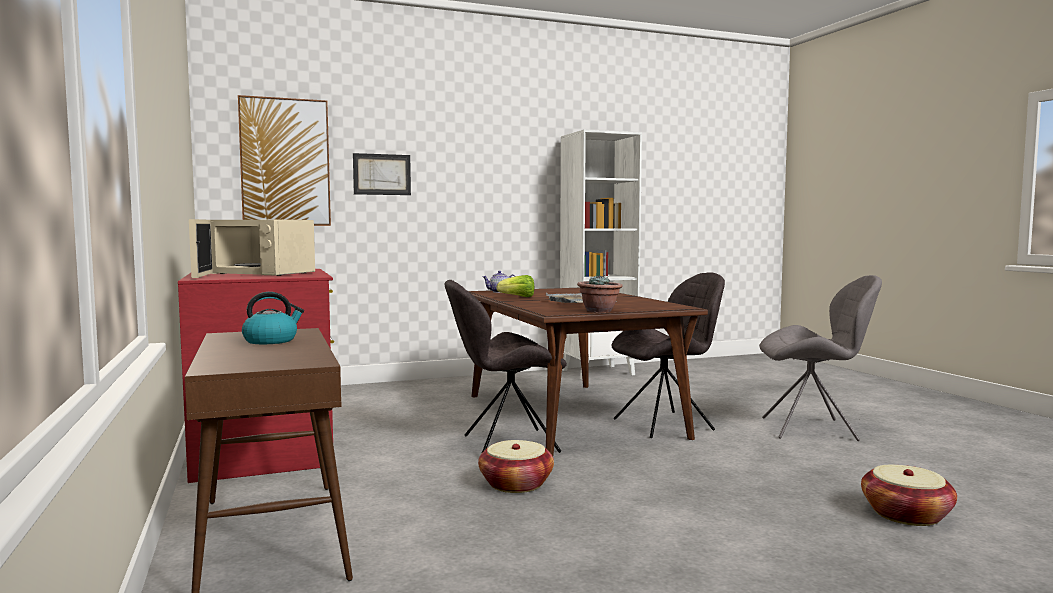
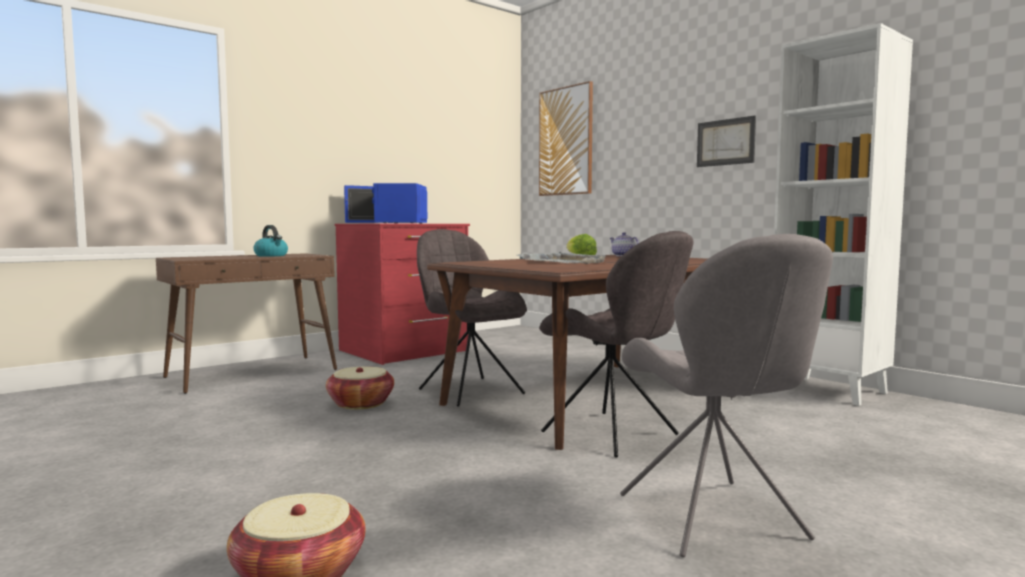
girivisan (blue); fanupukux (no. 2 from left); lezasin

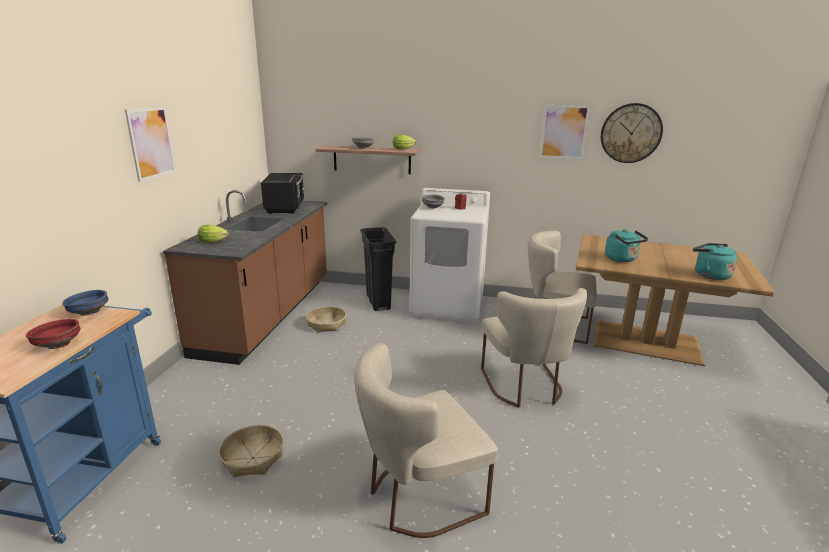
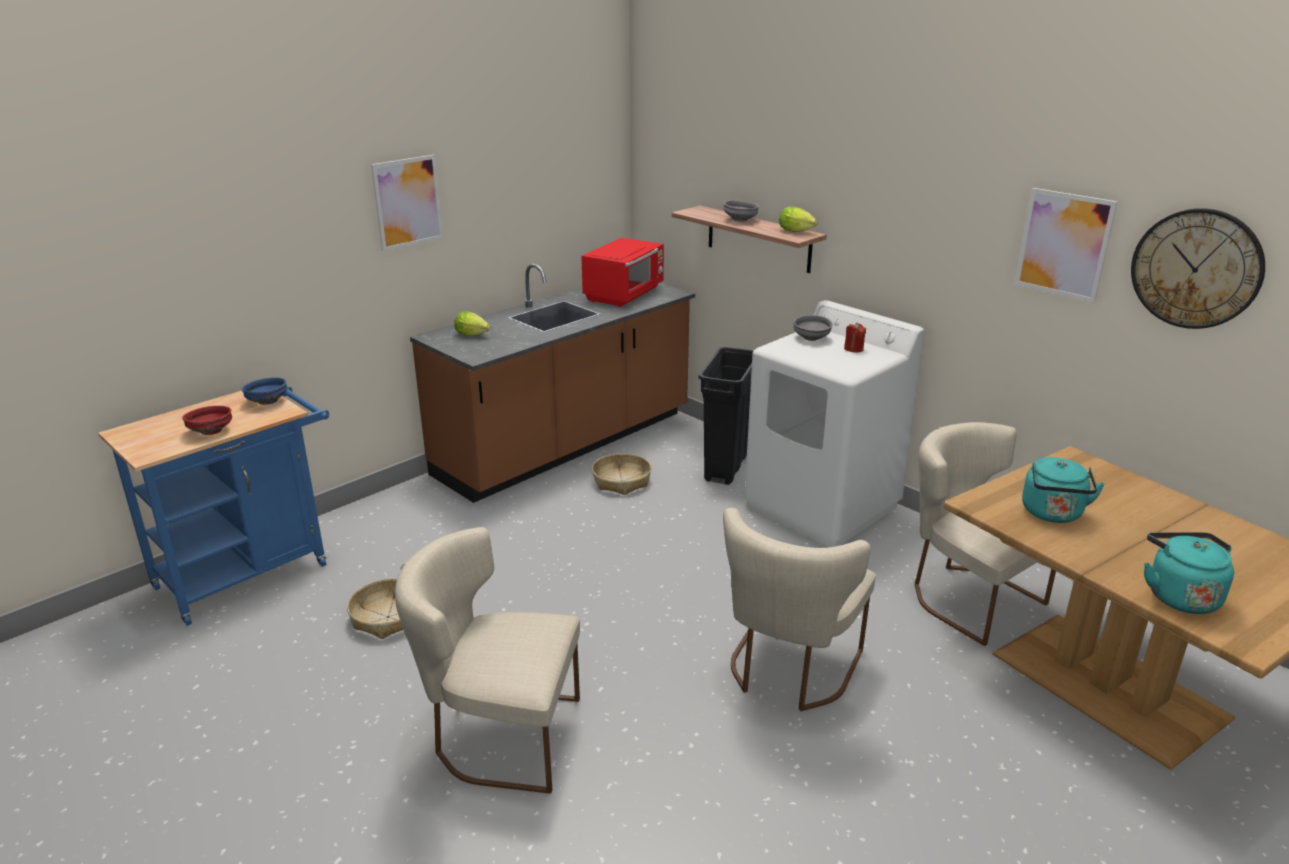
girivisan (red)

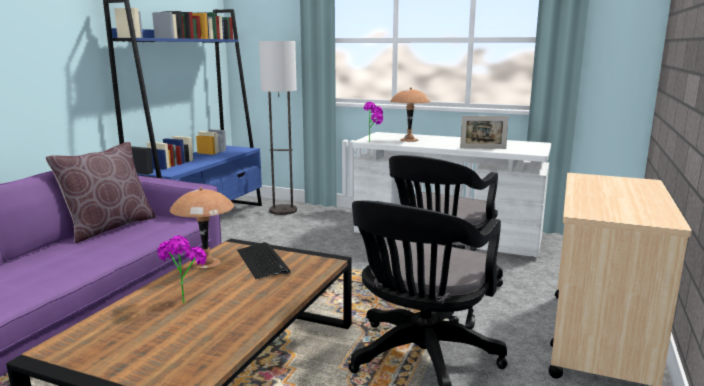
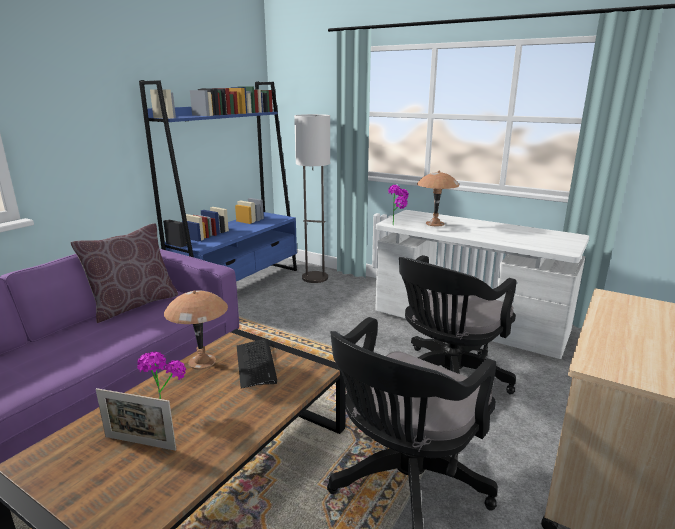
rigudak

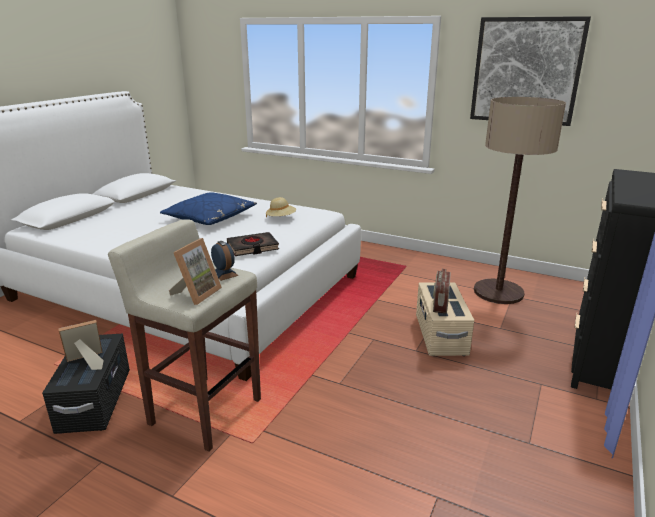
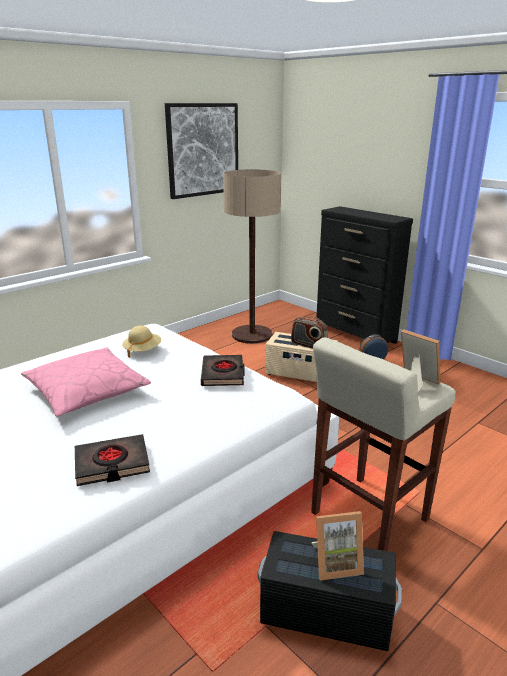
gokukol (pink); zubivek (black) (no. 1 from left); rigudak (no. 1 from left)

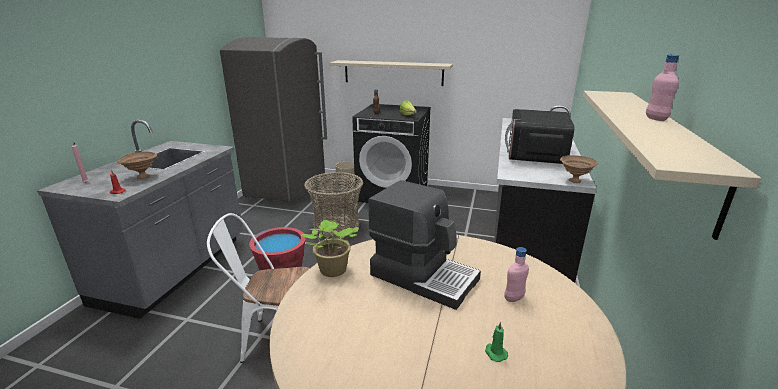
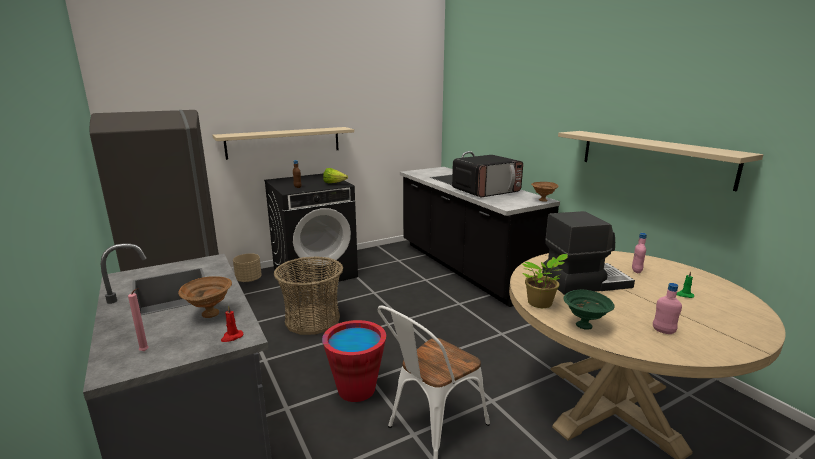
girivisan; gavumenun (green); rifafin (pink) (no. 2 from left)

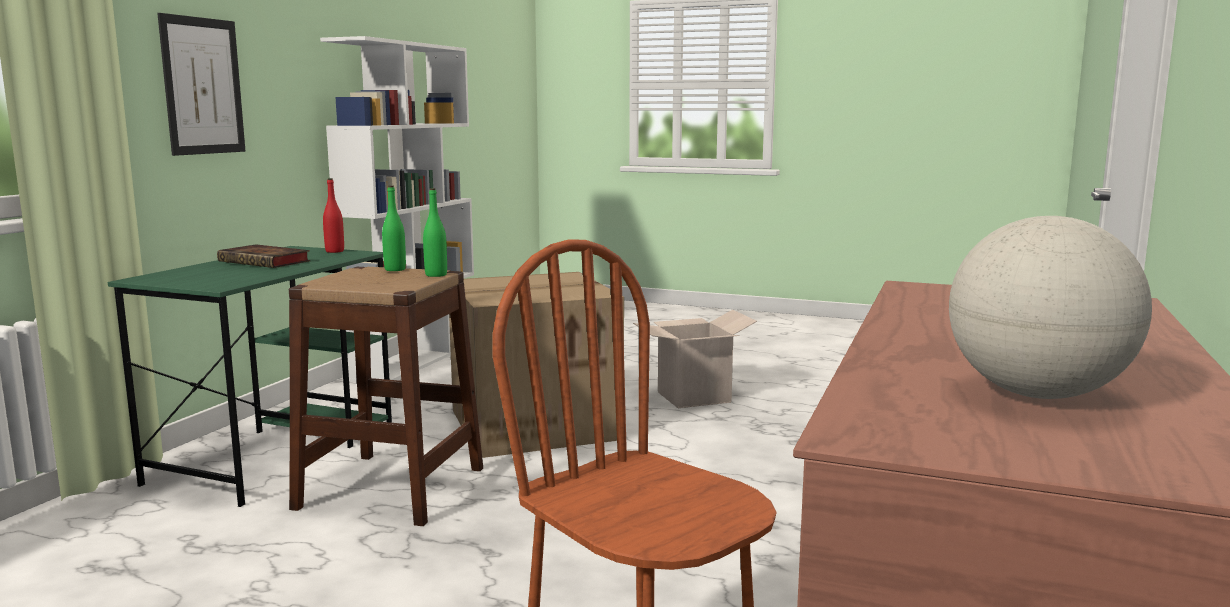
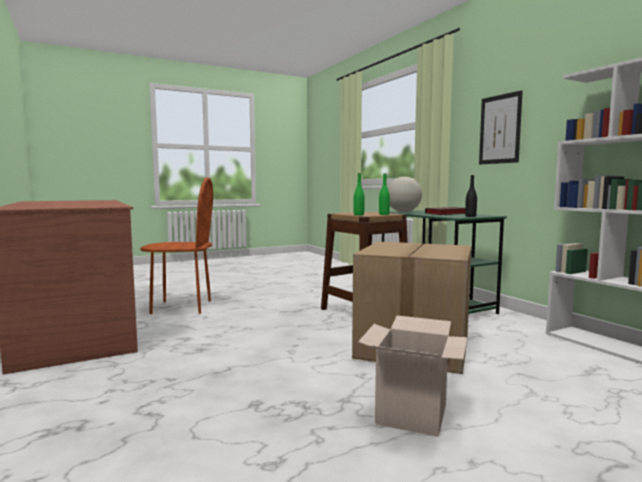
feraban; rifafin (black)

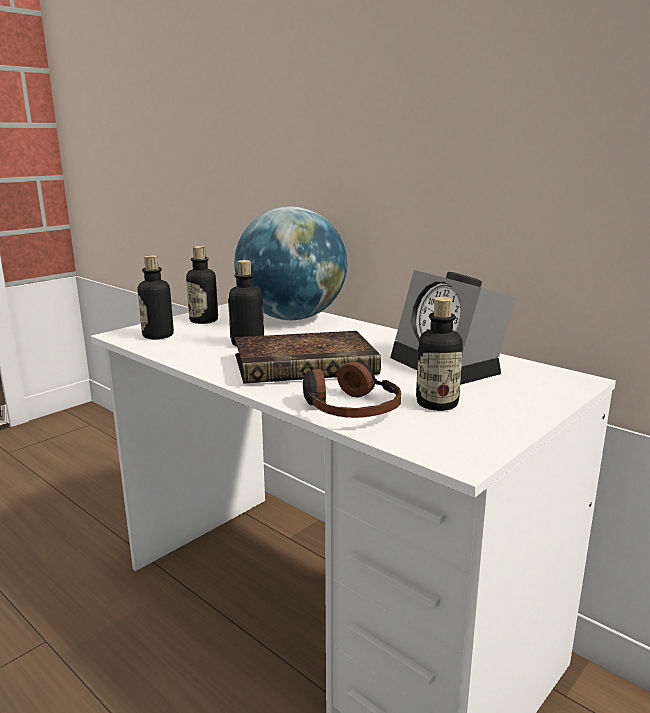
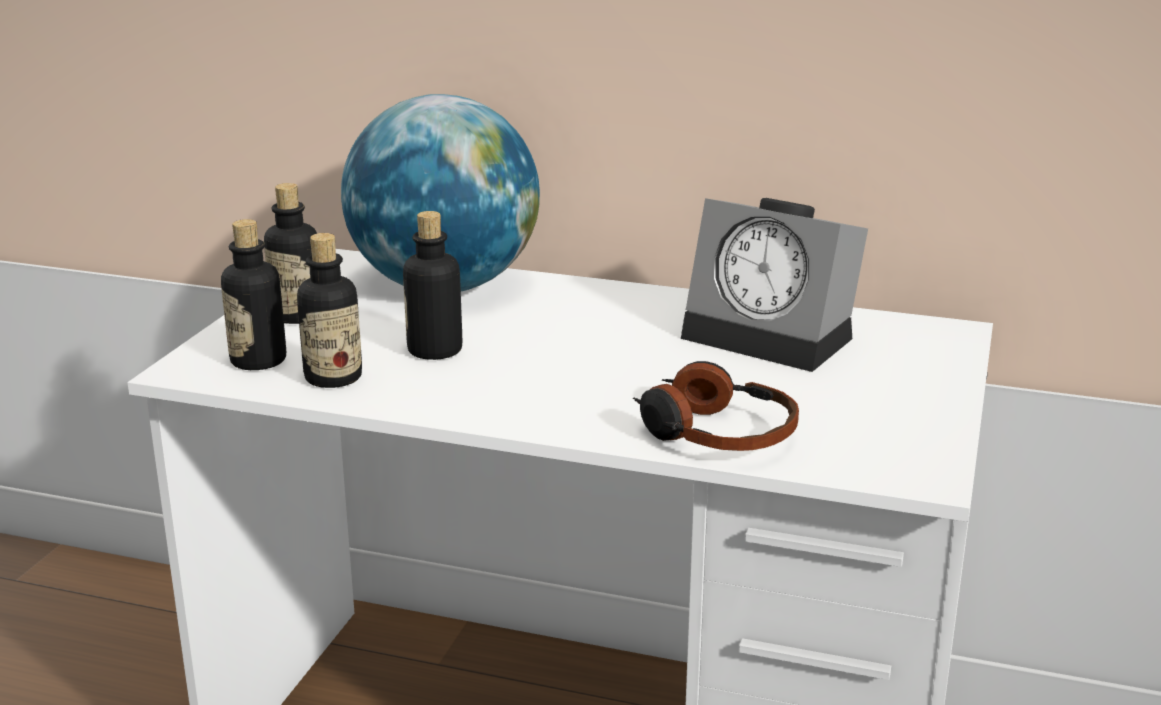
rifafin (no. 3 from left); zubivek

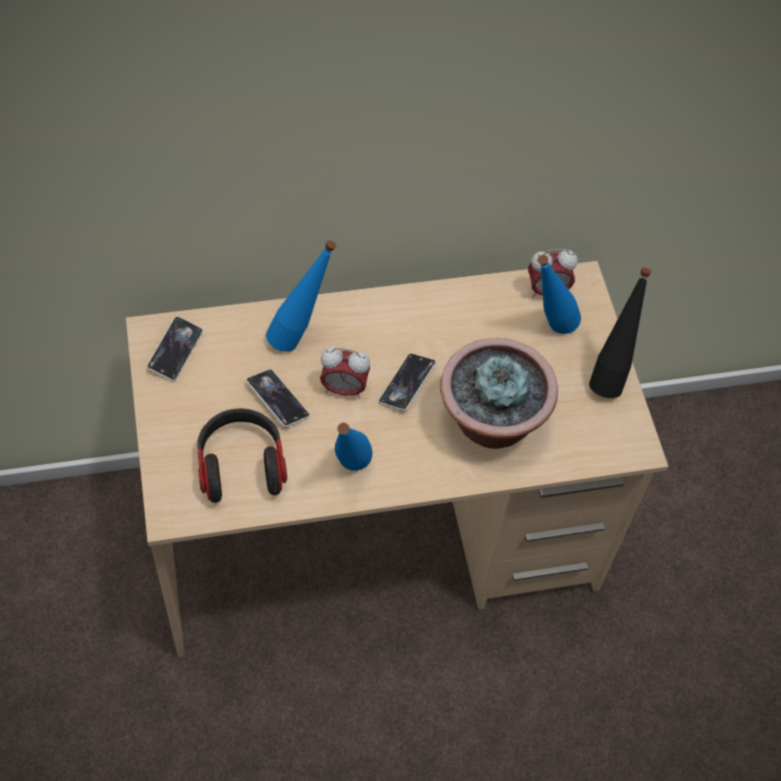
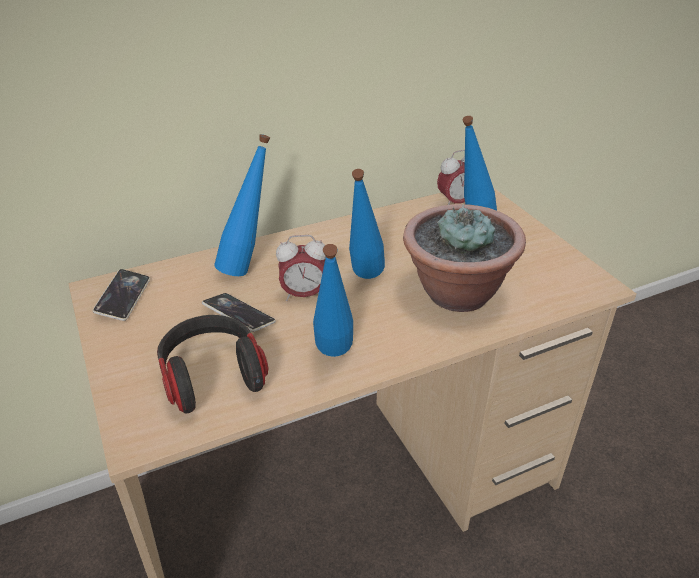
rifafin (blue) (no. 3 from left); rifafin (black)

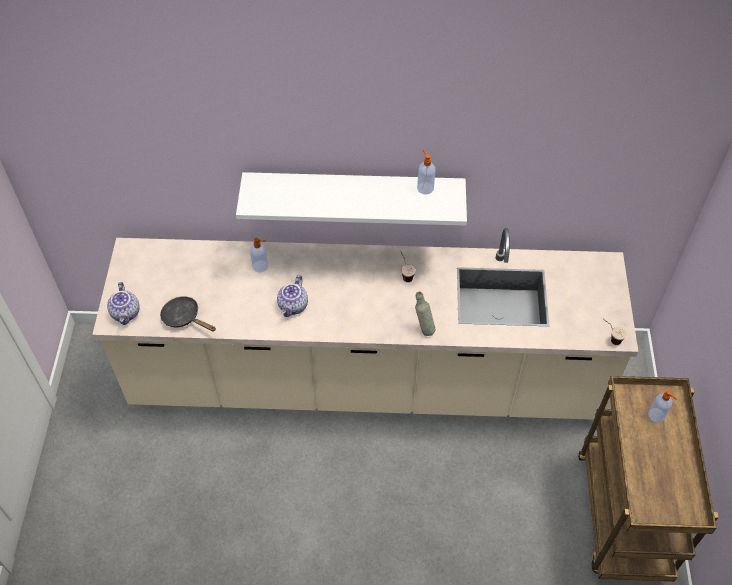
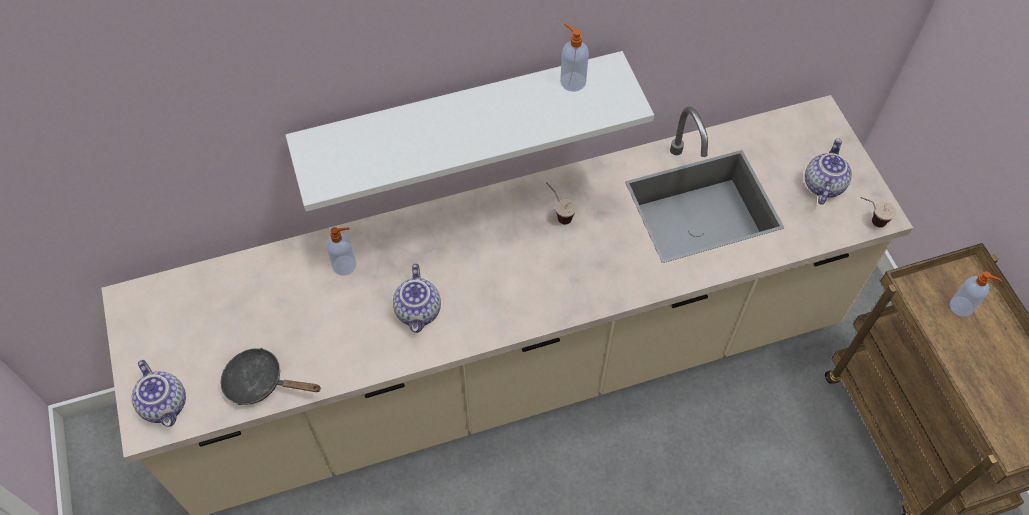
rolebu (no. 3 from left); rifafin (grey)

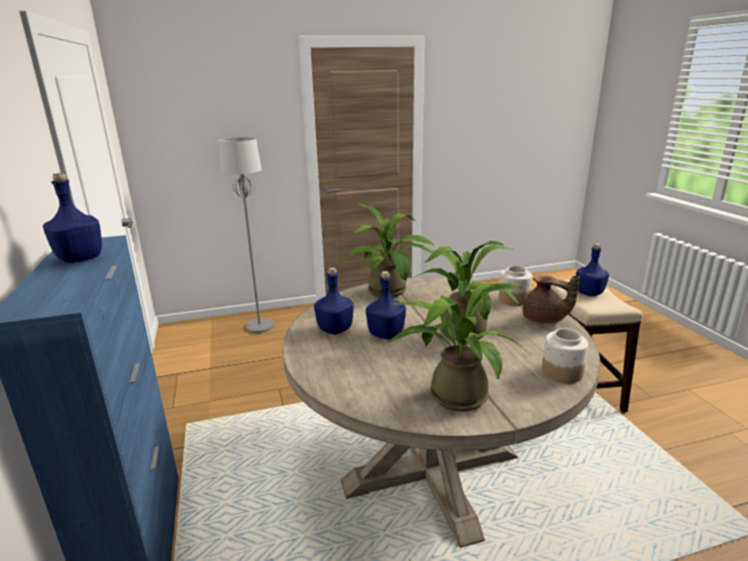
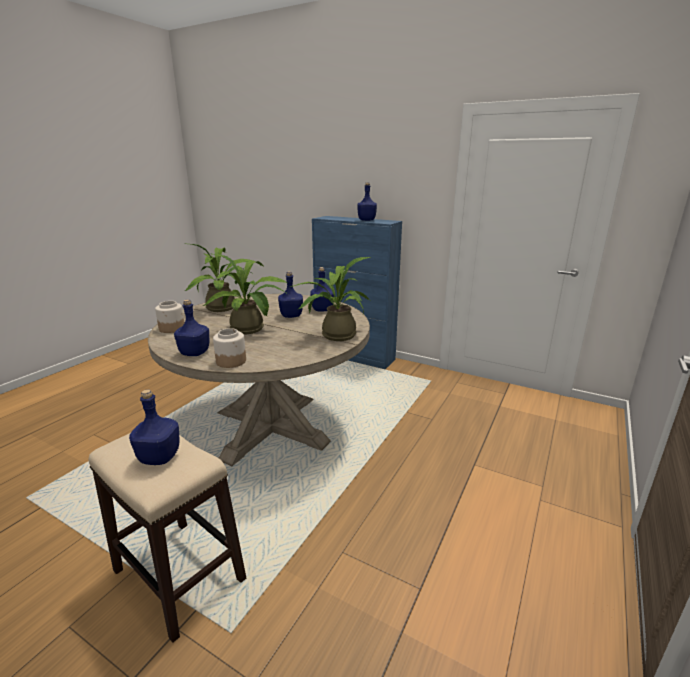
rifafin (blue) (no. 2 from left); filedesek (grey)

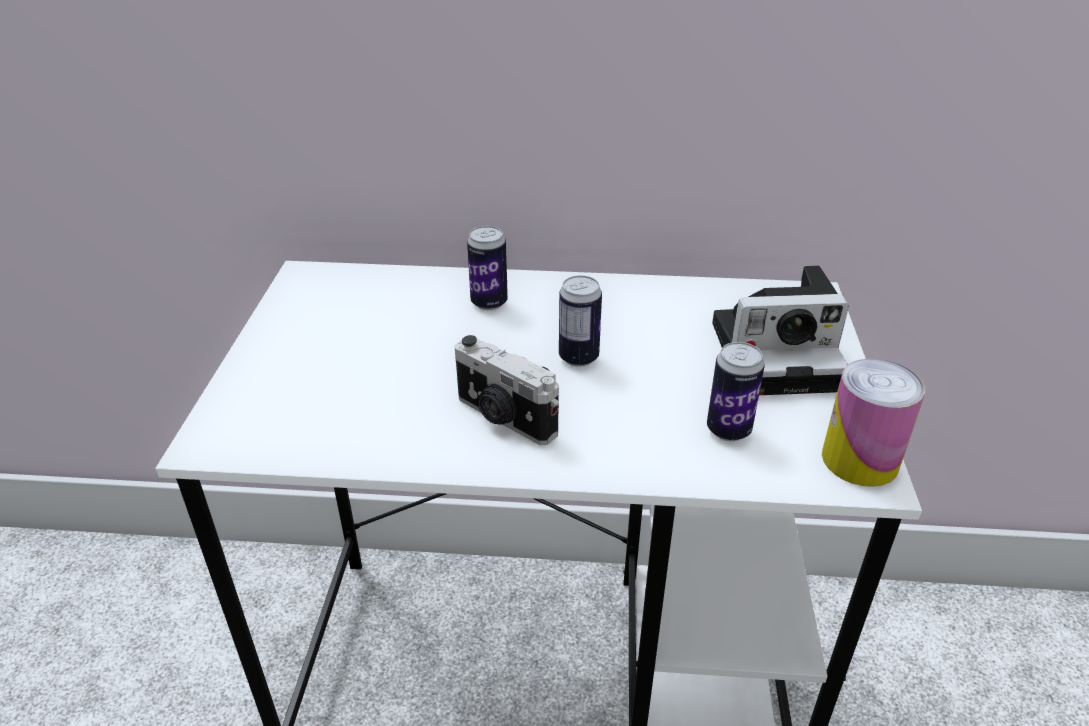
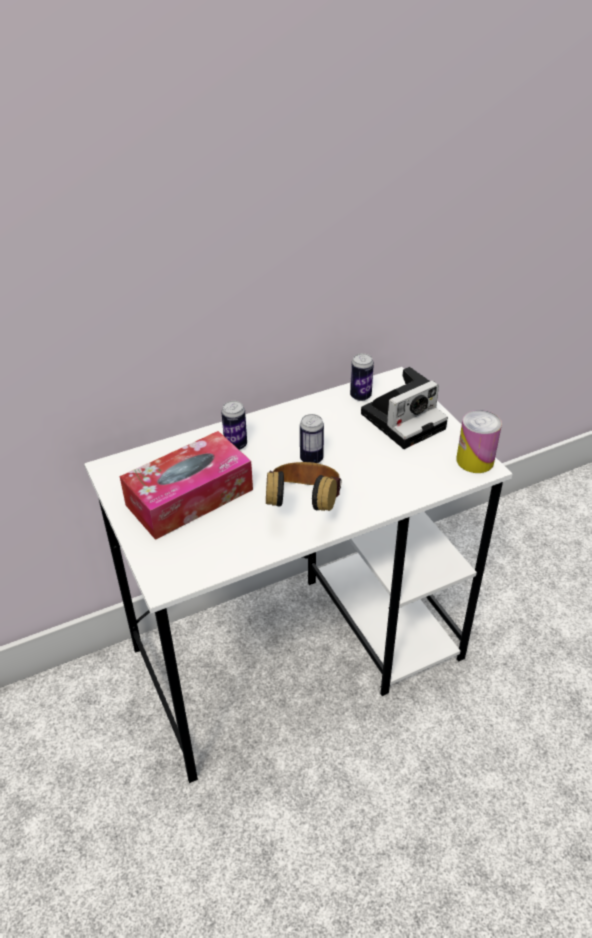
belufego; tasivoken; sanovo (no. 3 from left)

